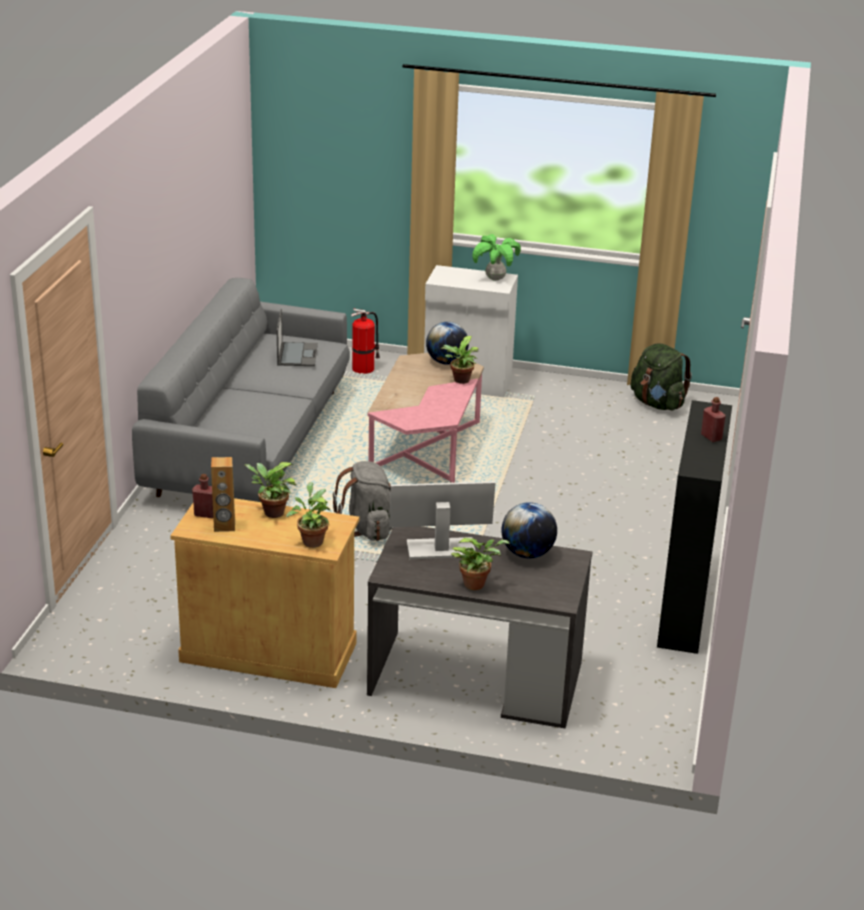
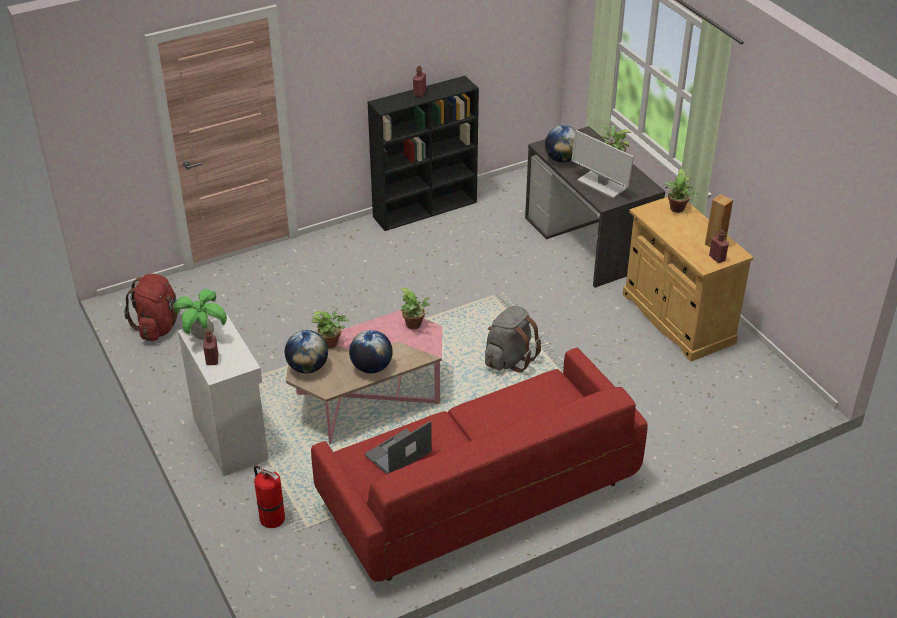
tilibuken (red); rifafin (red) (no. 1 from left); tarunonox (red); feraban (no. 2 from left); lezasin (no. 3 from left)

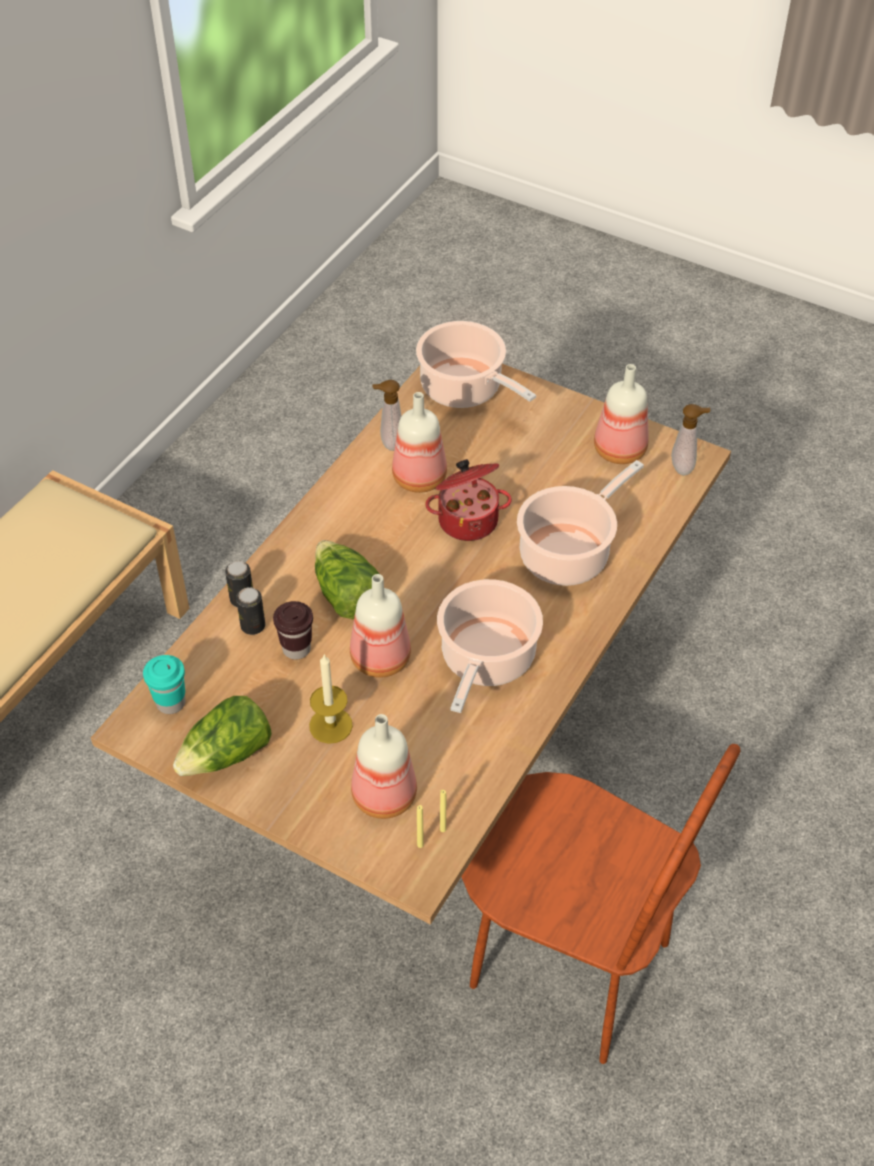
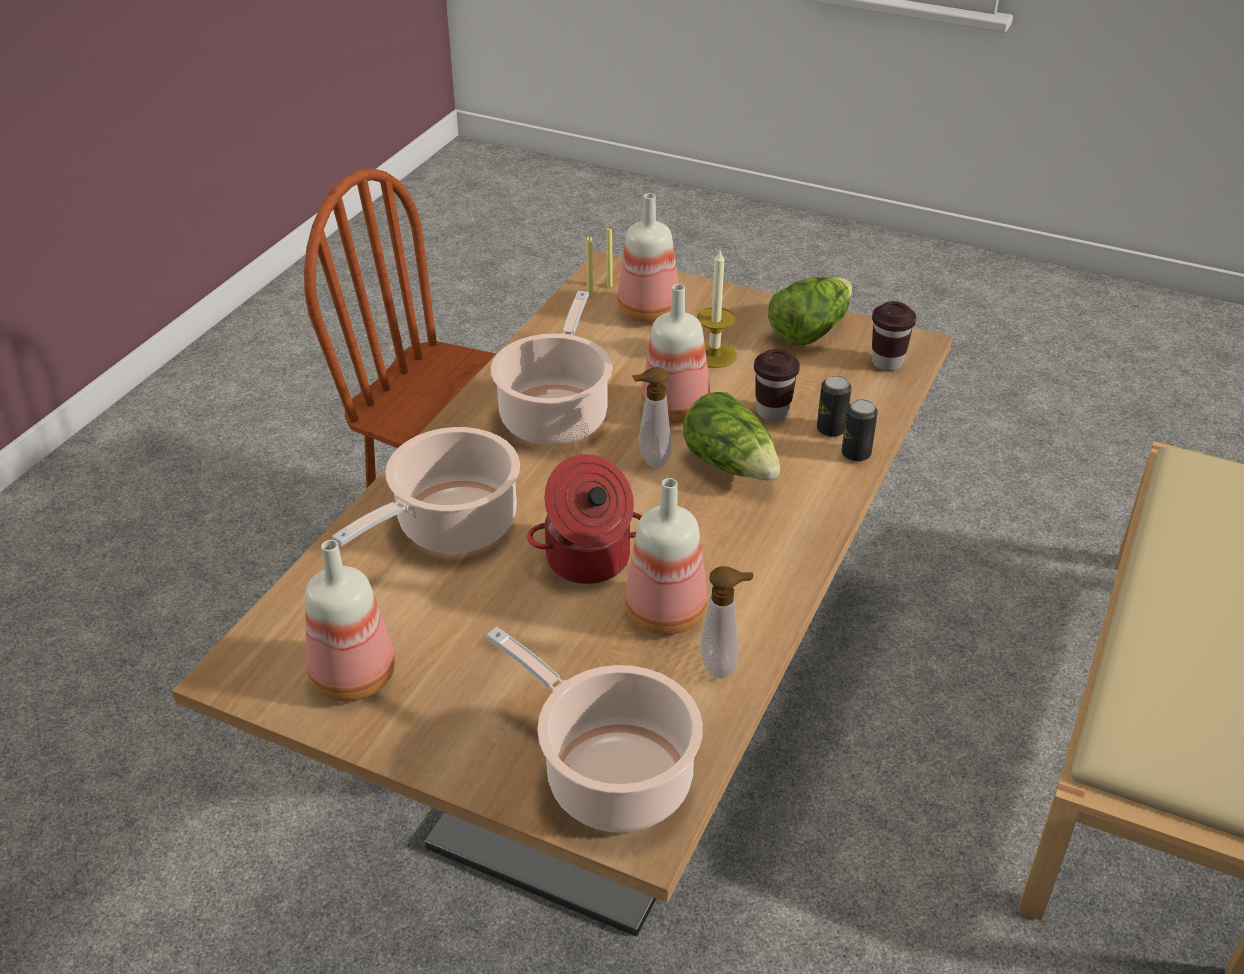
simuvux (no. 1 from left); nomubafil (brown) (no. 2 from left)

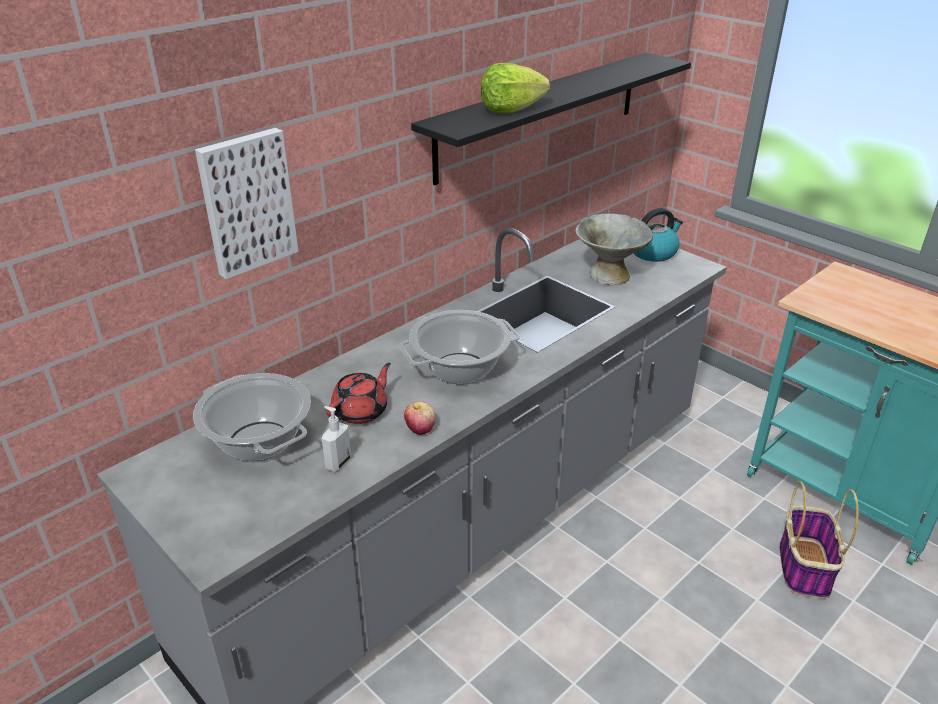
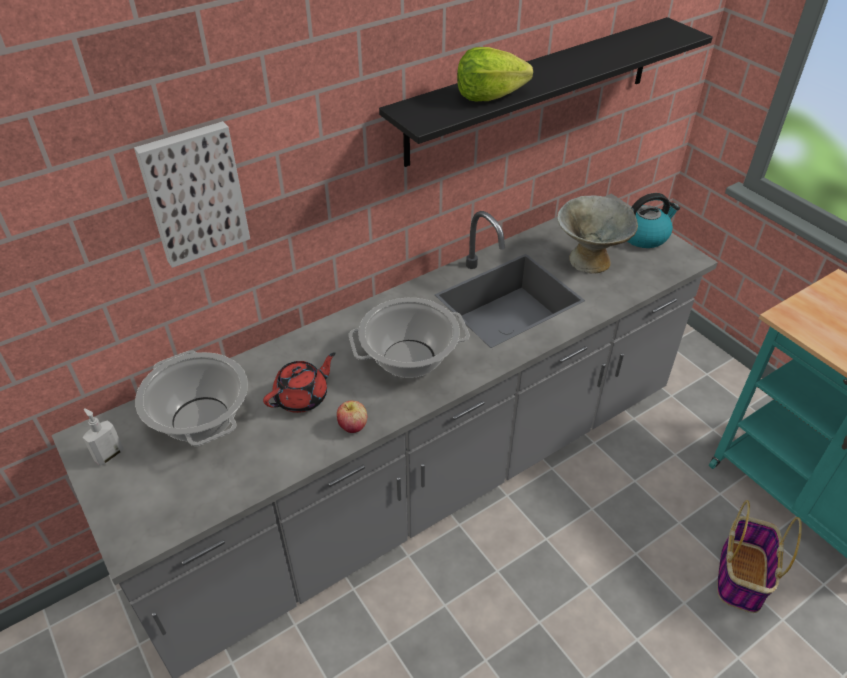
simuvux

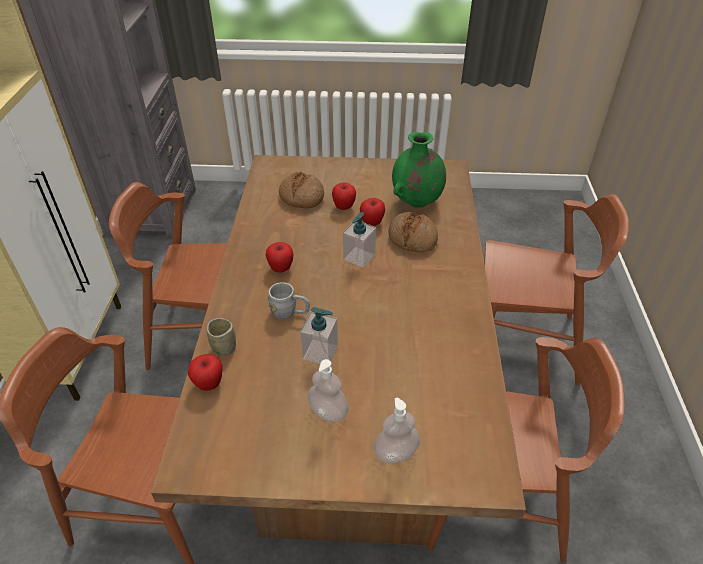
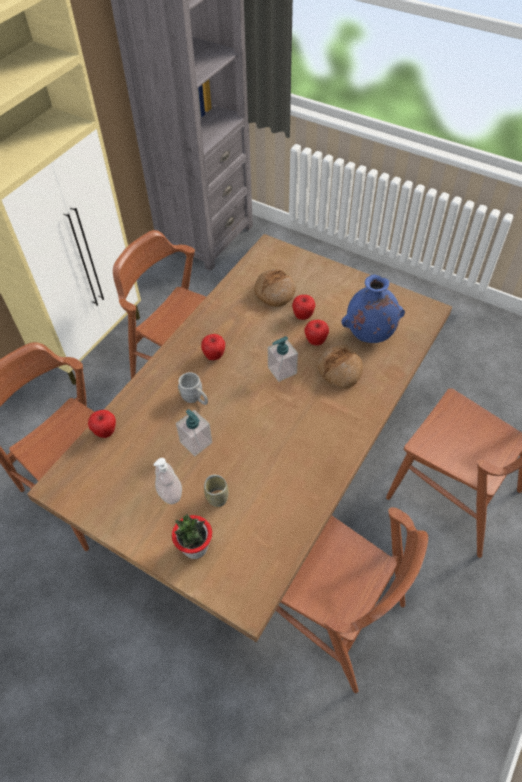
lezasin; nomubafil; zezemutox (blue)

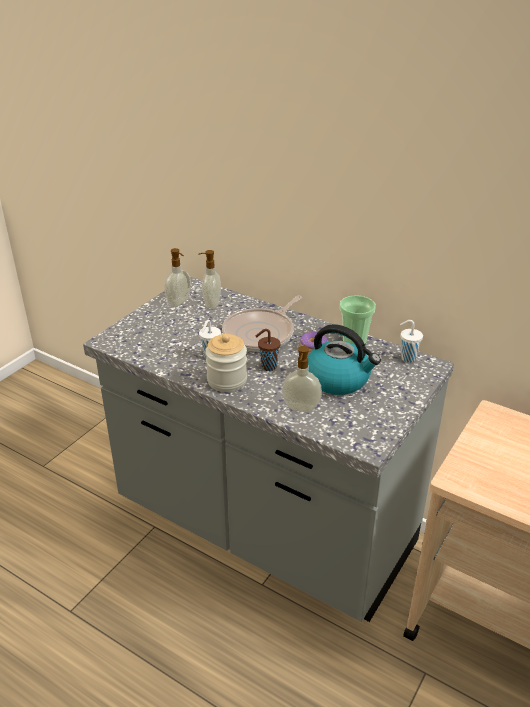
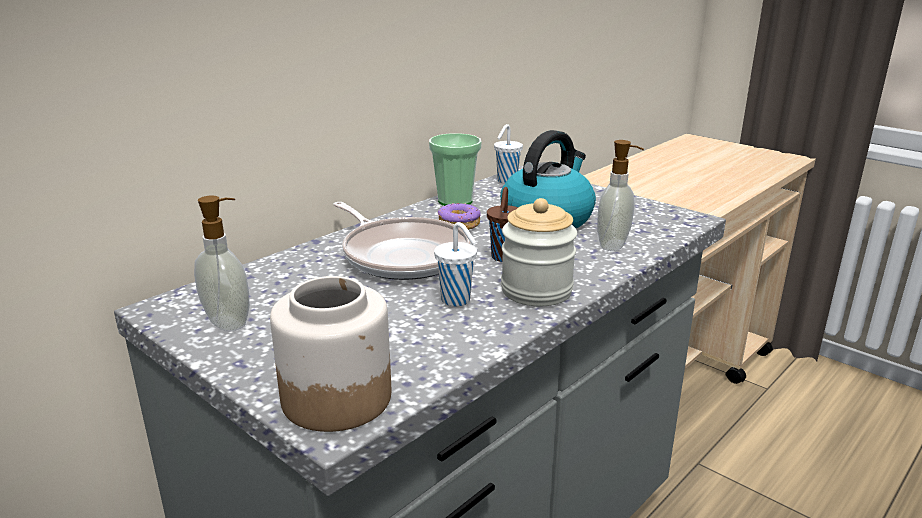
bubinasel (no. 1 from left); simuvux (no. 2 from left in the first image)

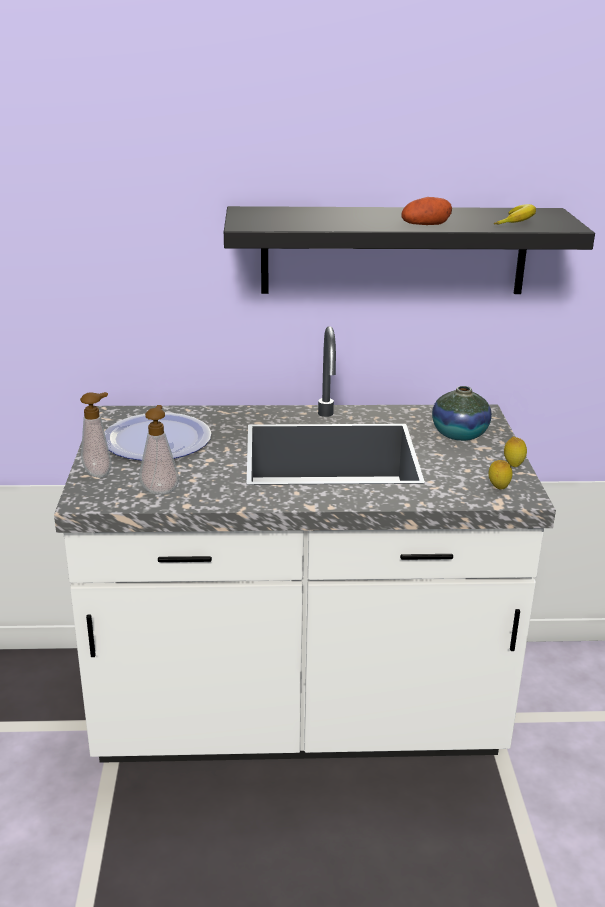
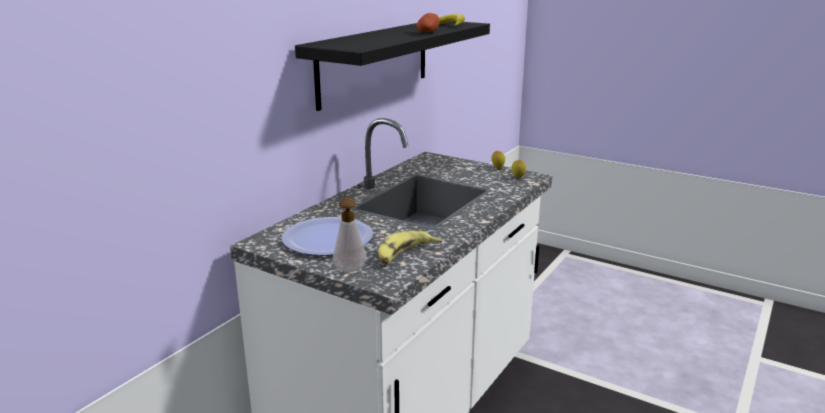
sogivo (no. 1 from left); zezemutox

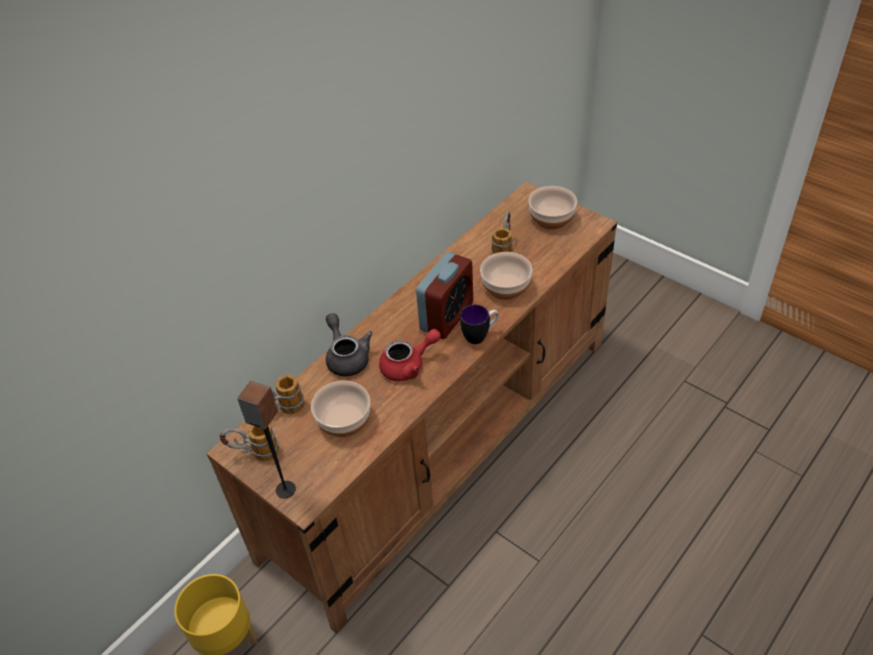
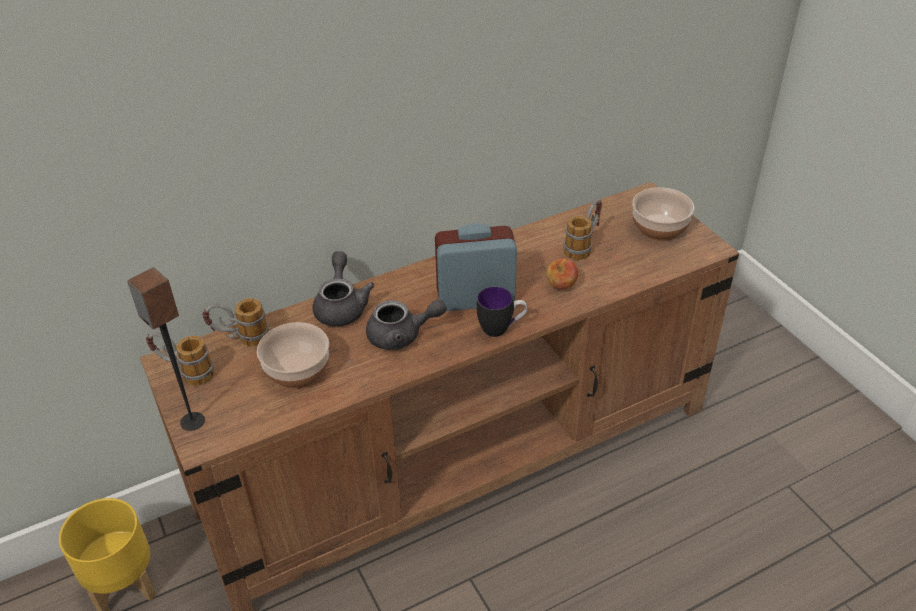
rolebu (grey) (no. 2 from left); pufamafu; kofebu

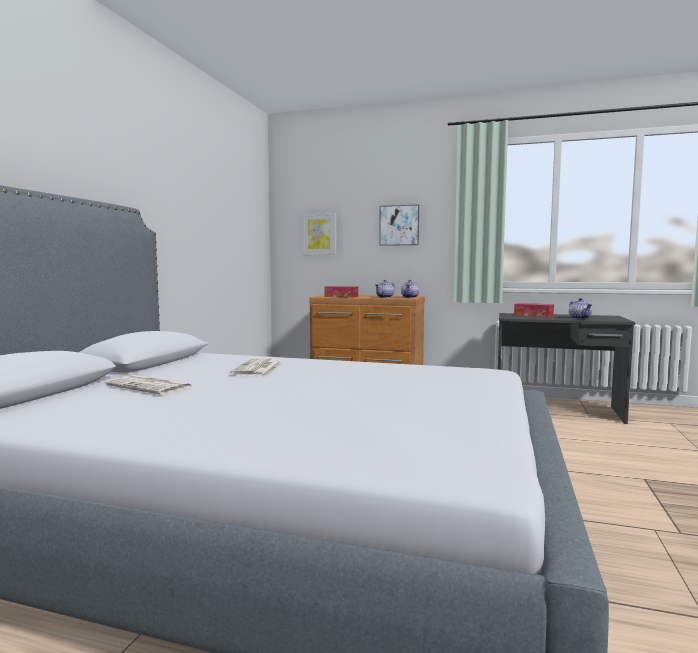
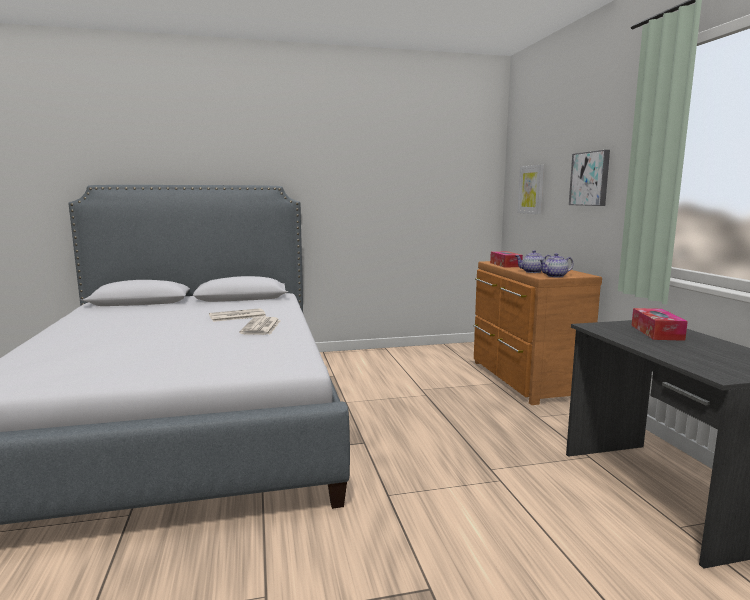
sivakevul (no. 2 from left); rolebu (no. 3 from left in the first image)

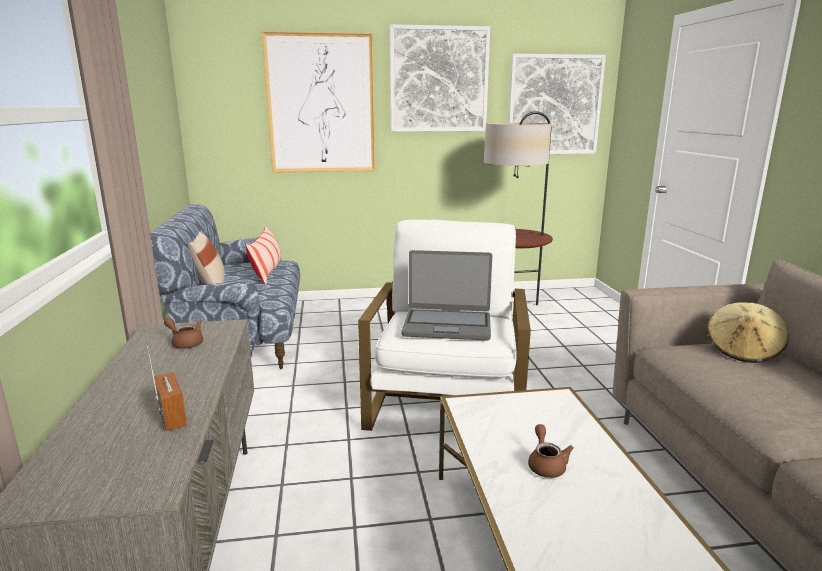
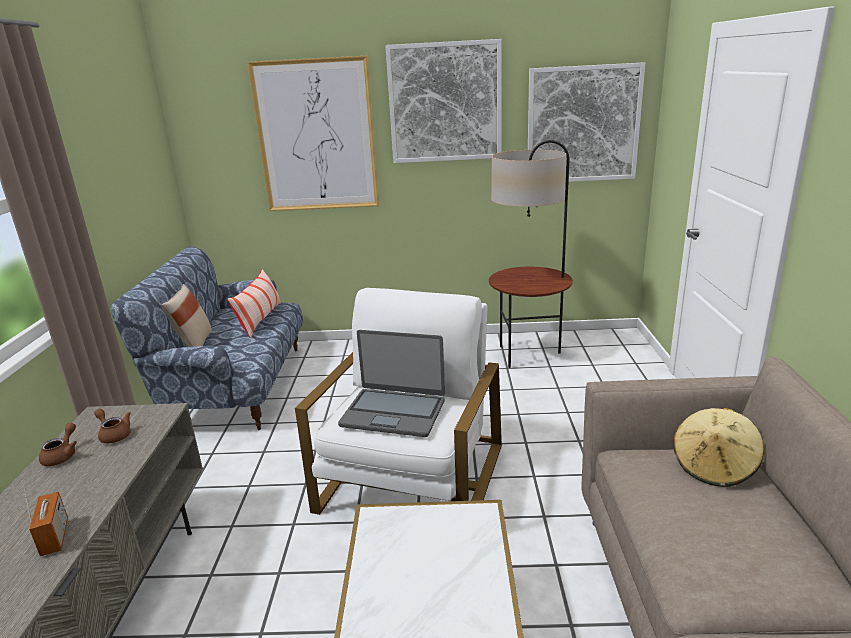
rolebu (brown) (no. 1 from left)

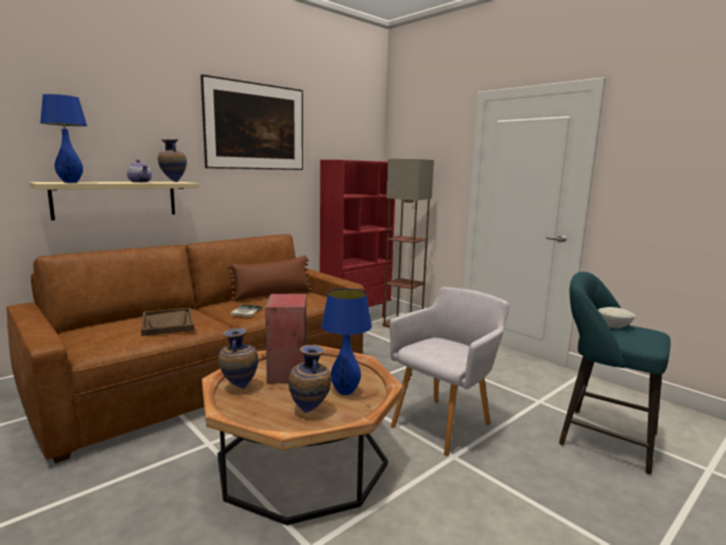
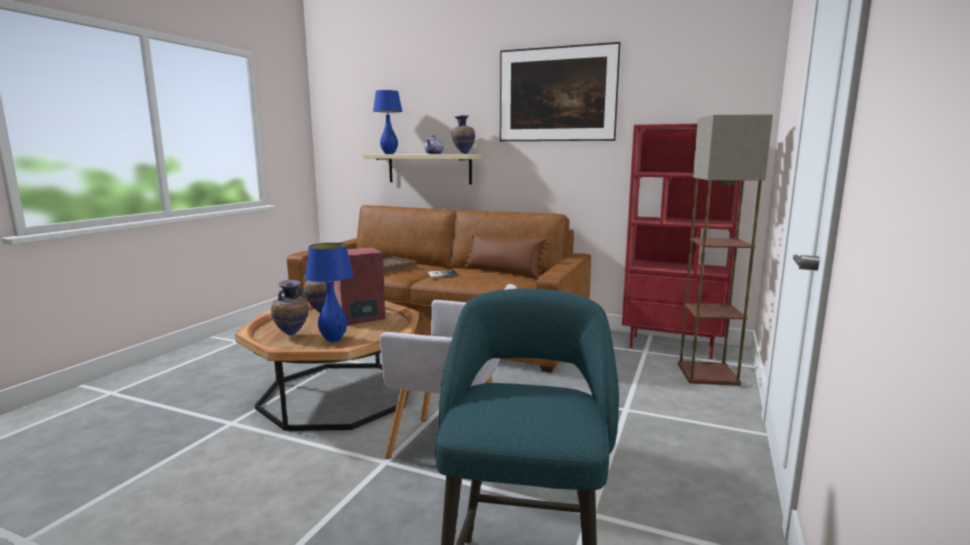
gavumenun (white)

